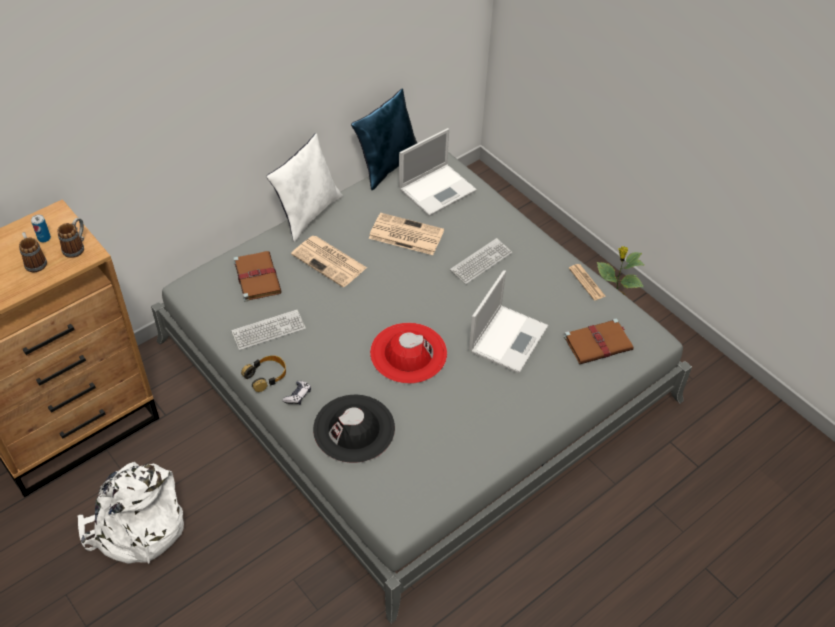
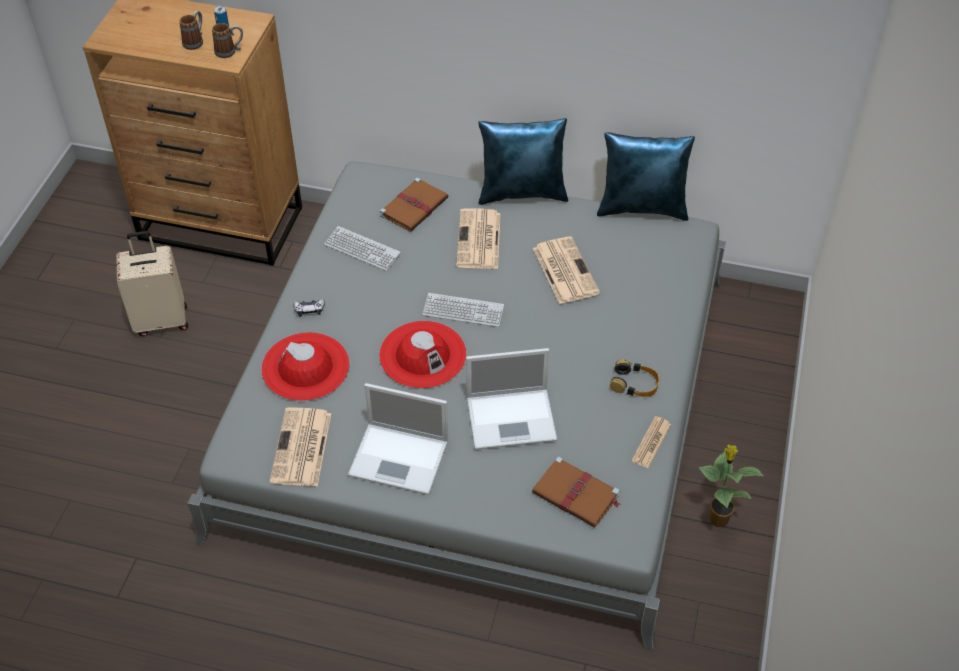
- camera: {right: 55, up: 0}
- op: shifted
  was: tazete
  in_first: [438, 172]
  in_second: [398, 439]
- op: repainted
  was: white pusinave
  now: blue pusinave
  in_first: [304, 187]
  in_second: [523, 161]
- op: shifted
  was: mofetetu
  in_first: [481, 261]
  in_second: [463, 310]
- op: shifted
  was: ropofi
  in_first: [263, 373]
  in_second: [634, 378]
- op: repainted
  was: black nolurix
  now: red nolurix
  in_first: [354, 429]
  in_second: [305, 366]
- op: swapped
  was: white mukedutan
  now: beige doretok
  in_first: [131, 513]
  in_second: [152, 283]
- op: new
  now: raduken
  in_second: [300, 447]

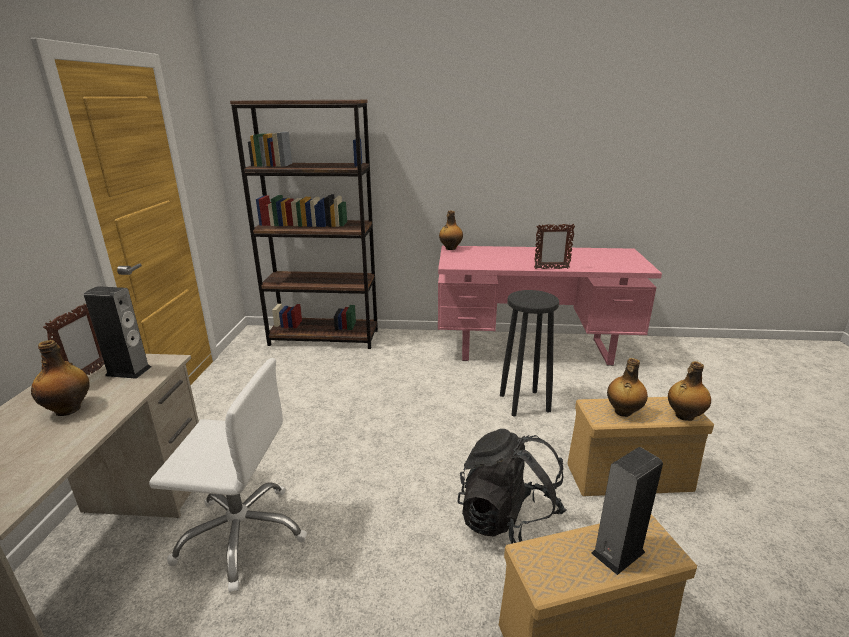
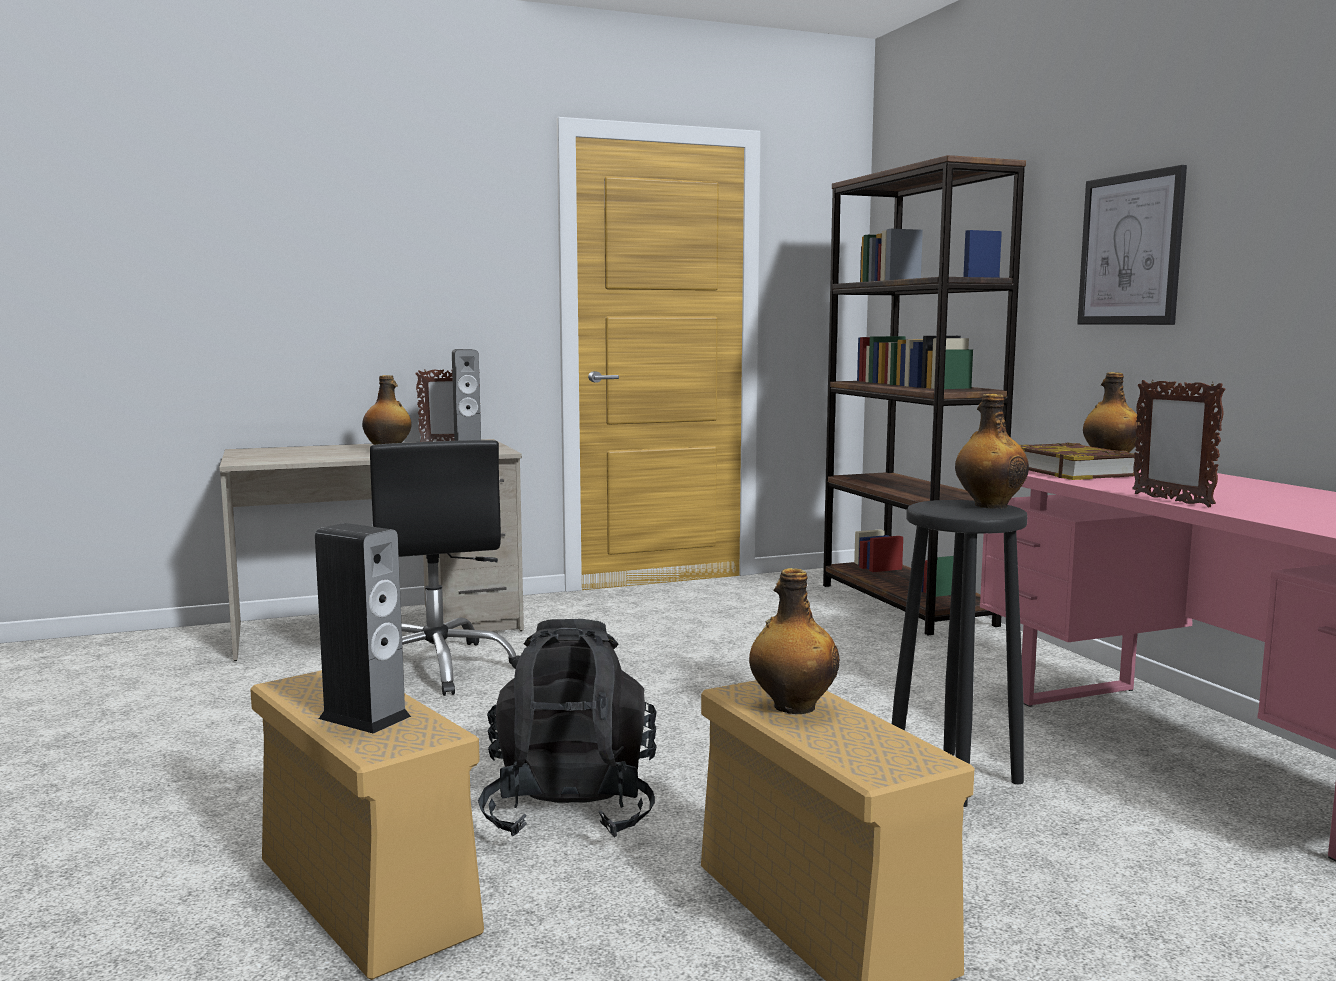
- camera: {right: 65, up: -15}
- op: repainted
  was: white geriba
  now: black geriba
  in_first: [228, 475]
  in_second: [445, 568]
- op: shifted
  was: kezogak
  in_first: [689, 391]
  in_second: [992, 451]
- op: new
  now: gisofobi
  in_second: [1132, 245]
- op: new
  now: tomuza
  in_second: [1079, 461]

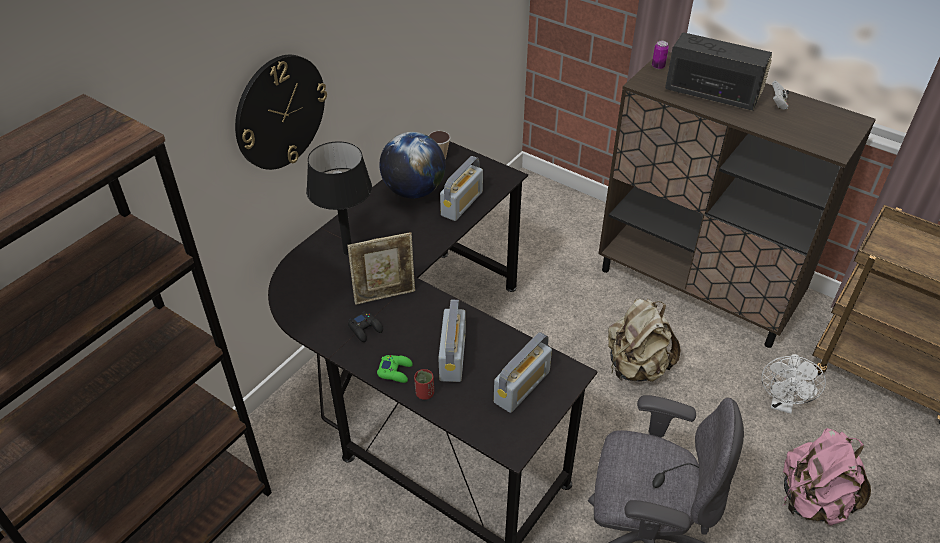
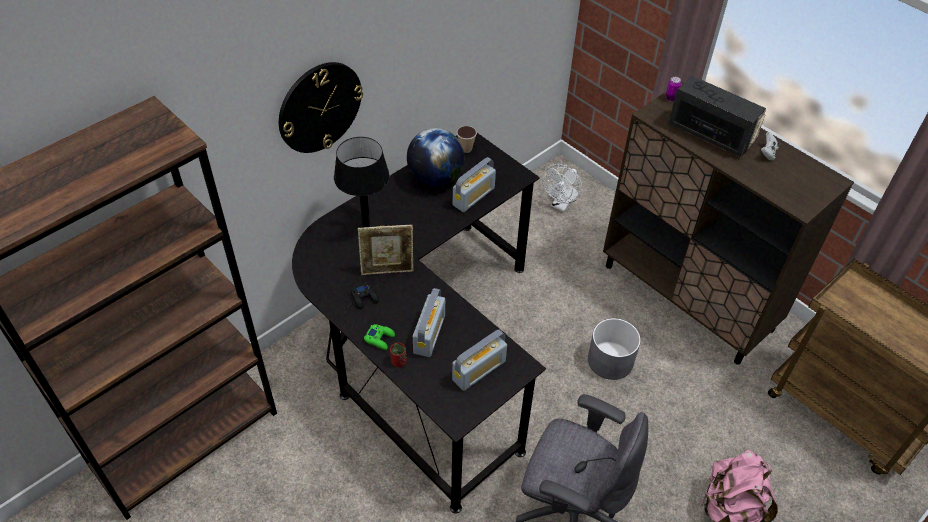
- camera: {right: 10, up: 5}
- op: swapped
  was: beige mukedutan
  now: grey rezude
  in_first: [644, 340]
  in_second: [614, 349]
- op: shifted
  was: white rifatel
  in_first: [793, 384]
  in_second: [562, 188]

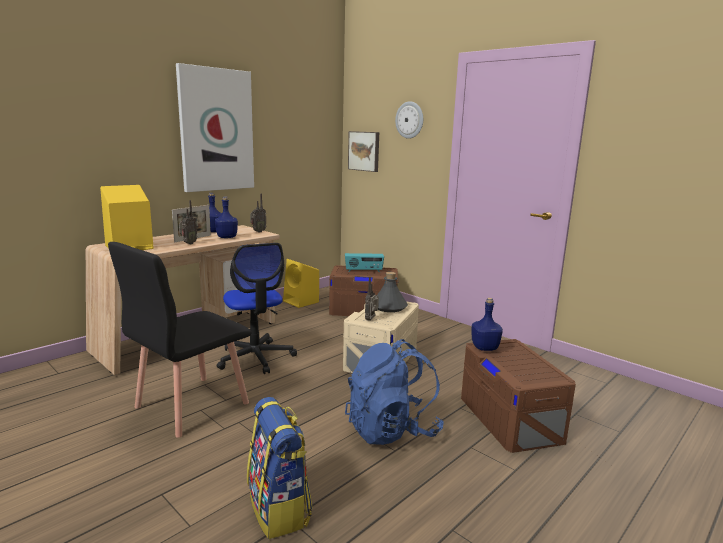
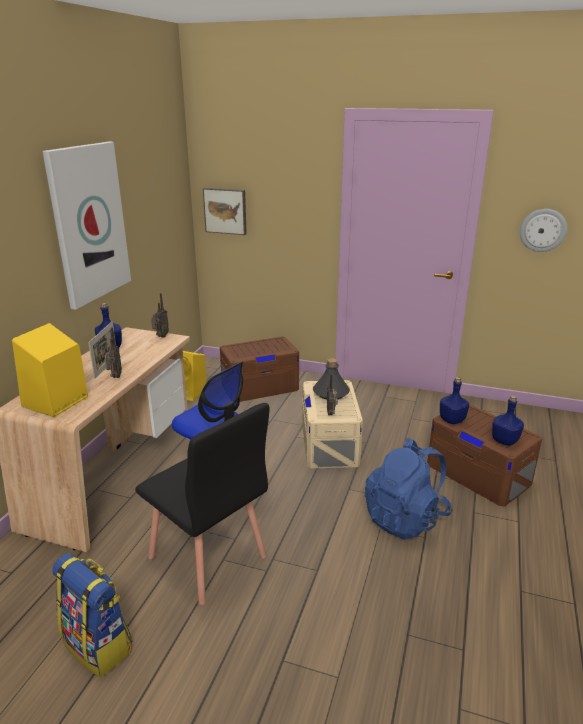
- camera: {right: -25, up: 10}
- op: shifted
  was: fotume
  in_first: [409, 120]
  in_second: [543, 230]
- op: shifted
  was: blue kezogak
  in_first: [226, 217]
  in_second: [508, 421]
- op: rotated
  was: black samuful
  in_first: [180, 340]
  in_second: [202, 504]
  clockwise: -60
- op: gone
  was: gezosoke
  in_first: [364, 262]
- op: shifted
  was: mukedutan
  in_first: [280, 468]
  in_second: [92, 615]

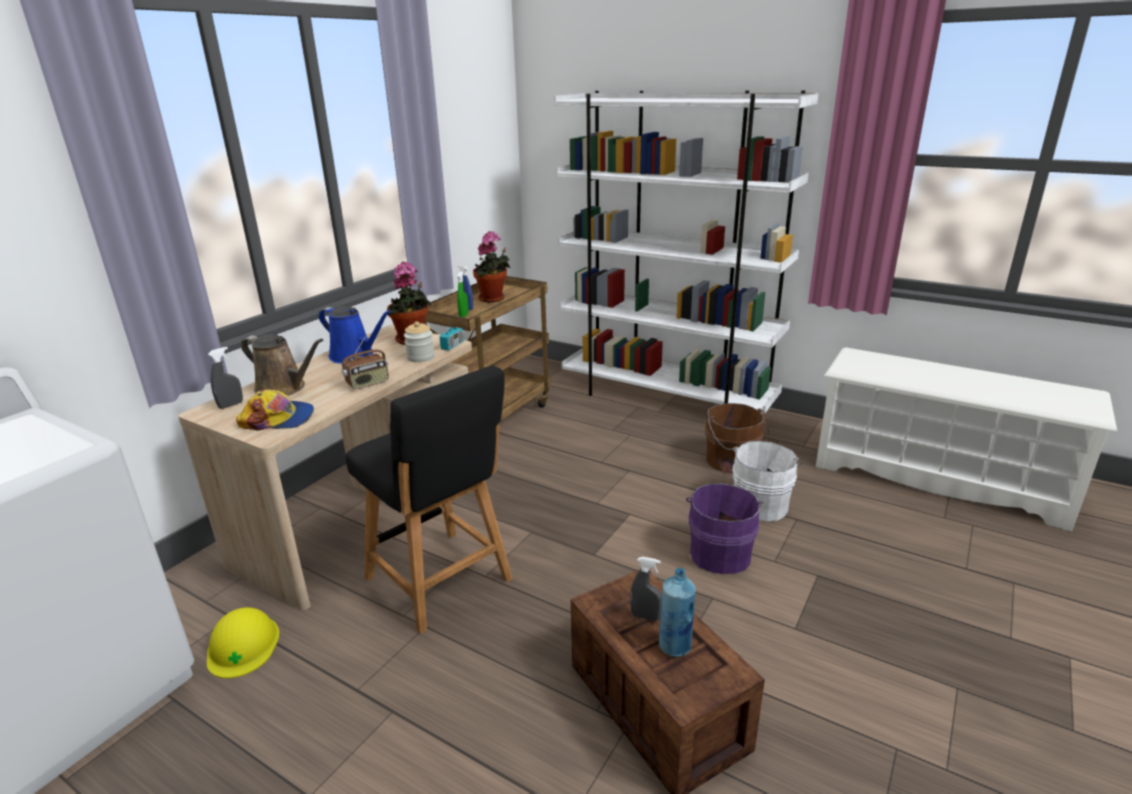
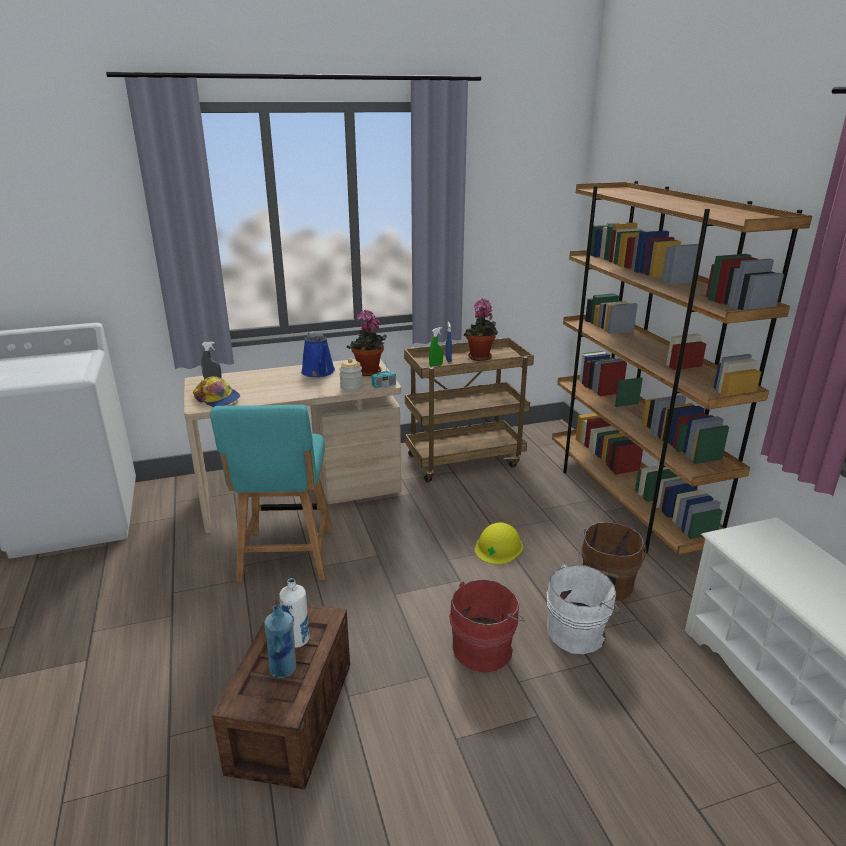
- camera: {right: 40, up: 0}
- op: repainted
  was: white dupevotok
  now: brown dupevotok
  in_first: [686, 252]
  in_second: [682, 368]
- op: gone
  was: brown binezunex
  in_first: [282, 365]
- op: gone
  was: gezosoke
  in_first: [365, 363]
- op: repainted
  was: black samuful
  now: turquoise samuful
  in_first: [429, 500]
  in_second: [271, 493]
- op: repainted
  was: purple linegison
  now: red linegison
  in_first: [725, 529]
  in_second: [487, 626]
- op: swapped
  was: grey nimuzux
  now: white kezogak
  in_first: [646, 589]
  in_second: [294, 613]
- op: shifted
  was: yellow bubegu
  in_first: [243, 642]
  in_second: [499, 543]

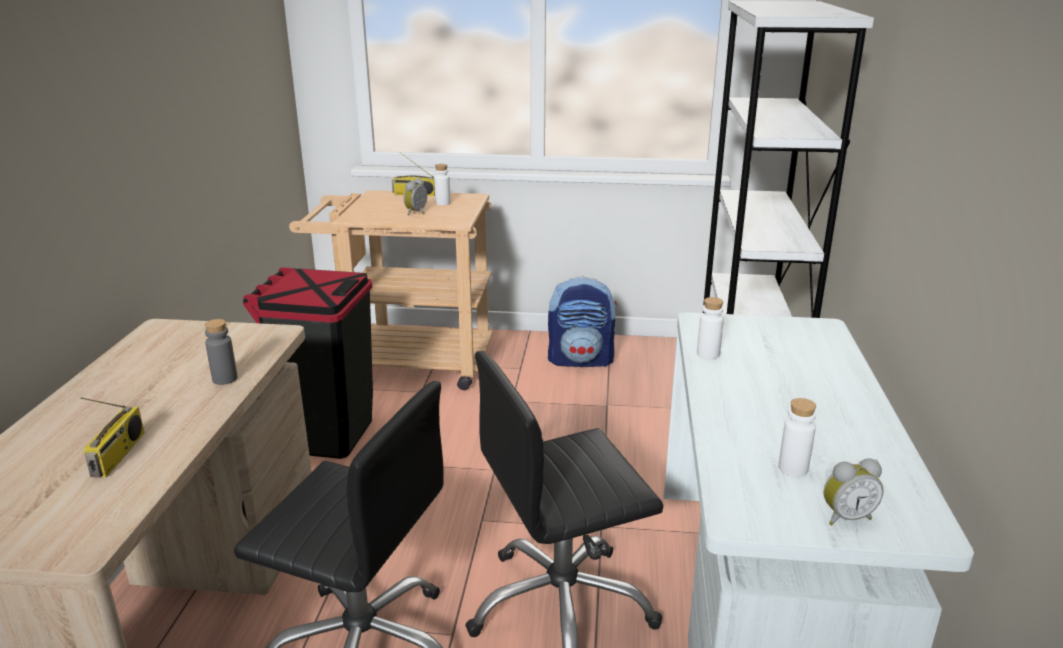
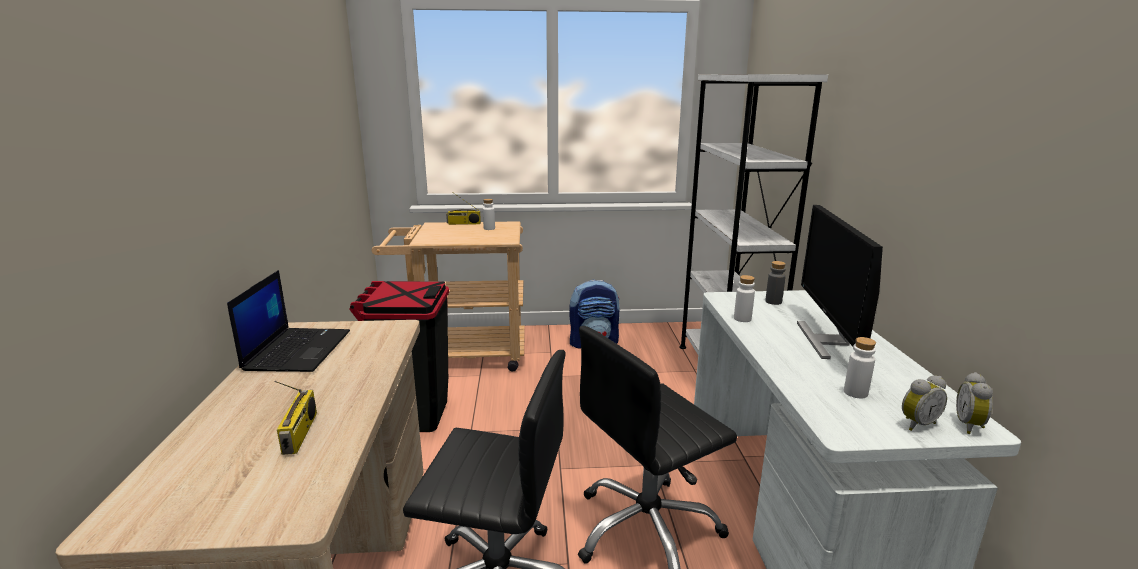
- camera: {right: -10, up: -5}
- op: shifted
  was: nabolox
  in_first: [415, 196]
  in_second: [974, 403]
- op: shifted
  was: grey kezogak
  in_first: [221, 352]
  in_second: [775, 283]
- op: new
  now: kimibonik
  in_second: [840, 282]
- op: new
  now: tazete
  in_second: [288, 321]

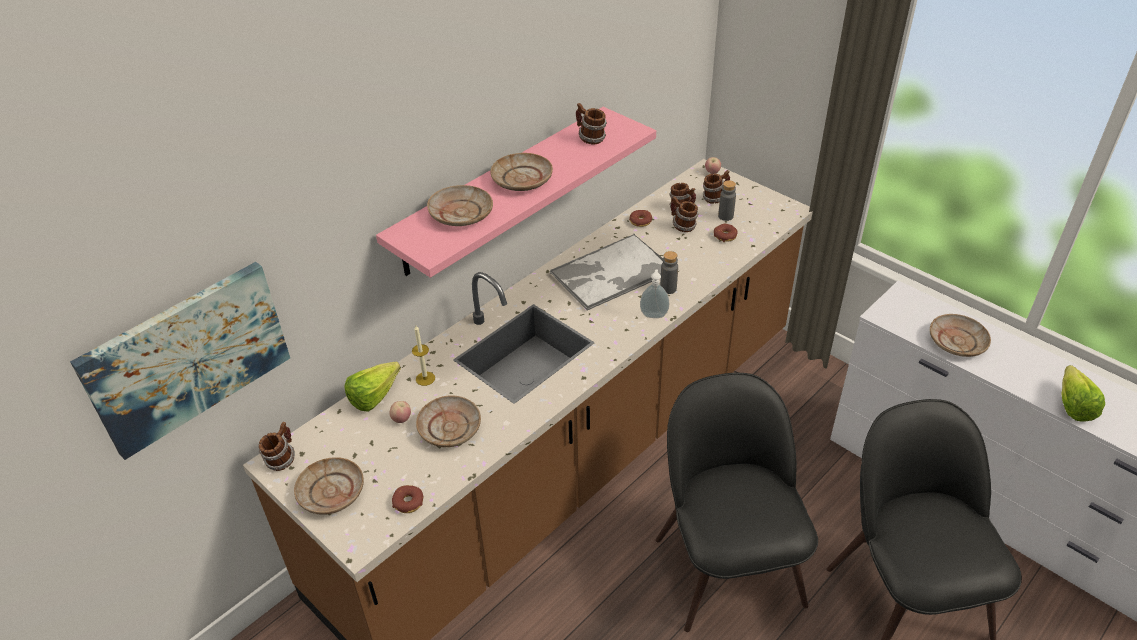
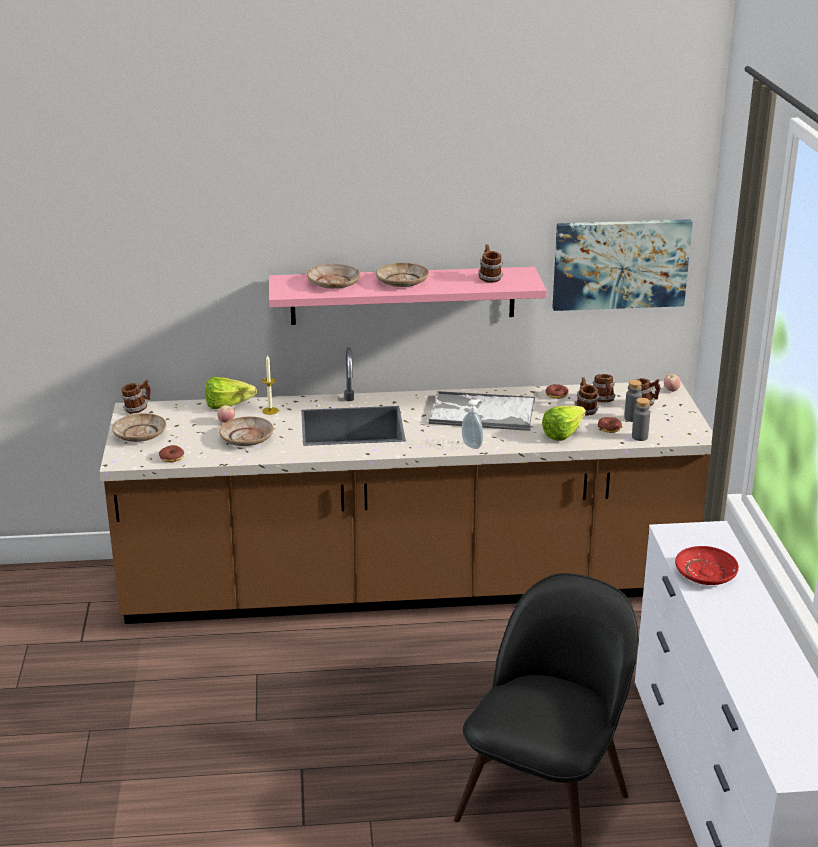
- camera: {right: 40, up: -15}
- op: shifted
  was: grey kezogak
  in_first: [669, 272]
  in_second: [641, 419]
- op: shifted
  was: gisofobi
  in_first: [180, 361]
  in_second: [622, 265]
- op: repainted
  was: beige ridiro
  now: red ridiro
  in_first: [960, 335]
  in_second: [707, 565]
- op: shifted
  was: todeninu
  in_first: [1083, 393]
  in_second: [564, 423]
- op: gone
  was: black samuful
  in_first: [736, 502]

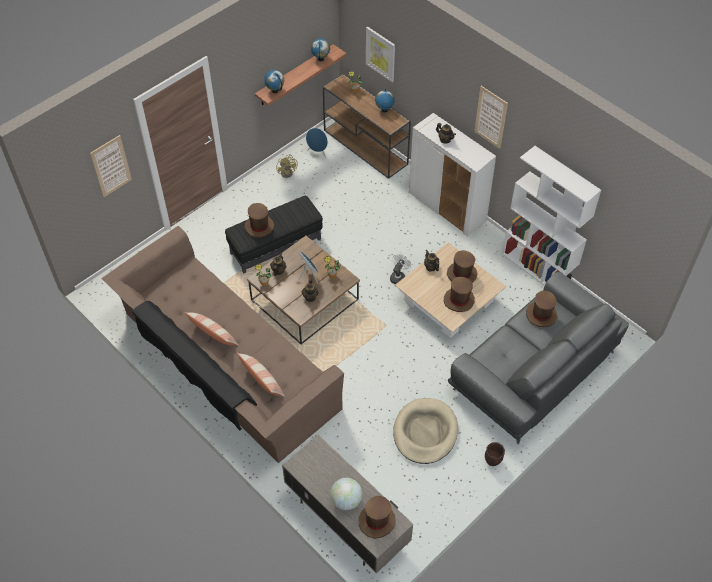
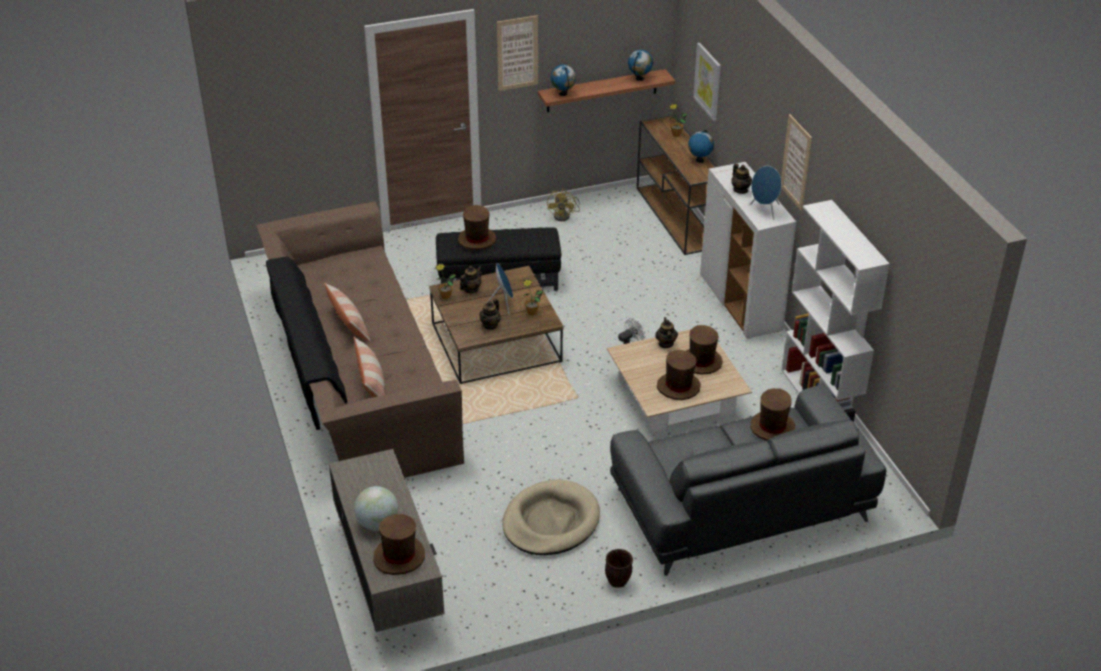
- camera: {right: 25, up: -15}
- op: shifted
  was: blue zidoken
  in_first: [317, 143]
  in_second: [765, 193]
- op: shifted
  was: gisofobi
  in_first: [111, 166]
  in_second: [517, 53]

